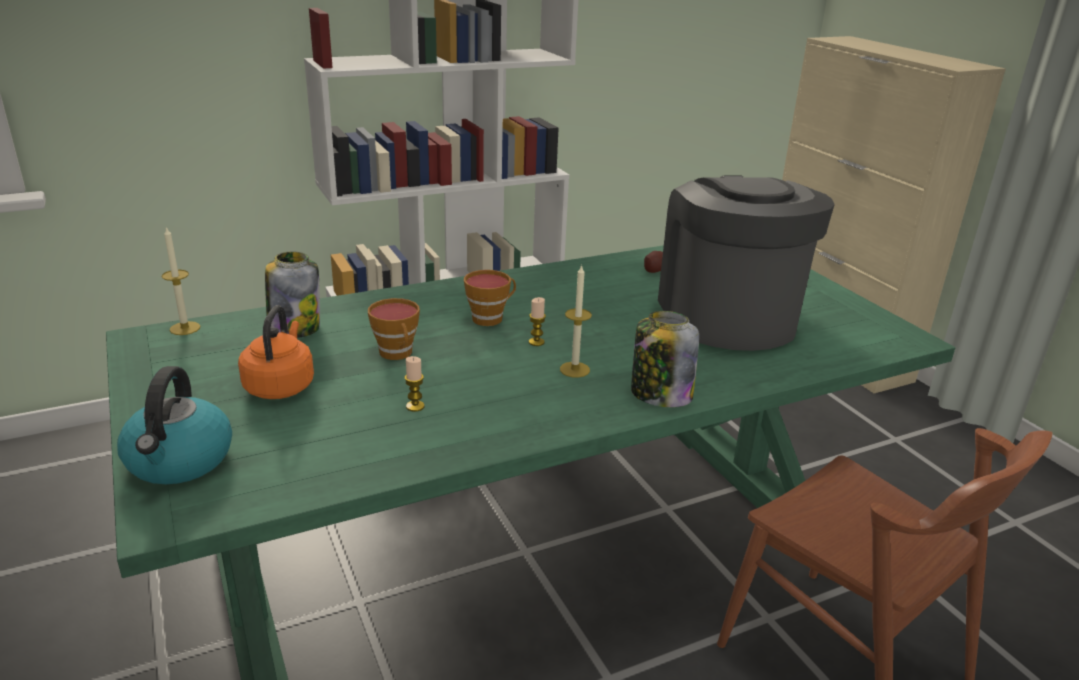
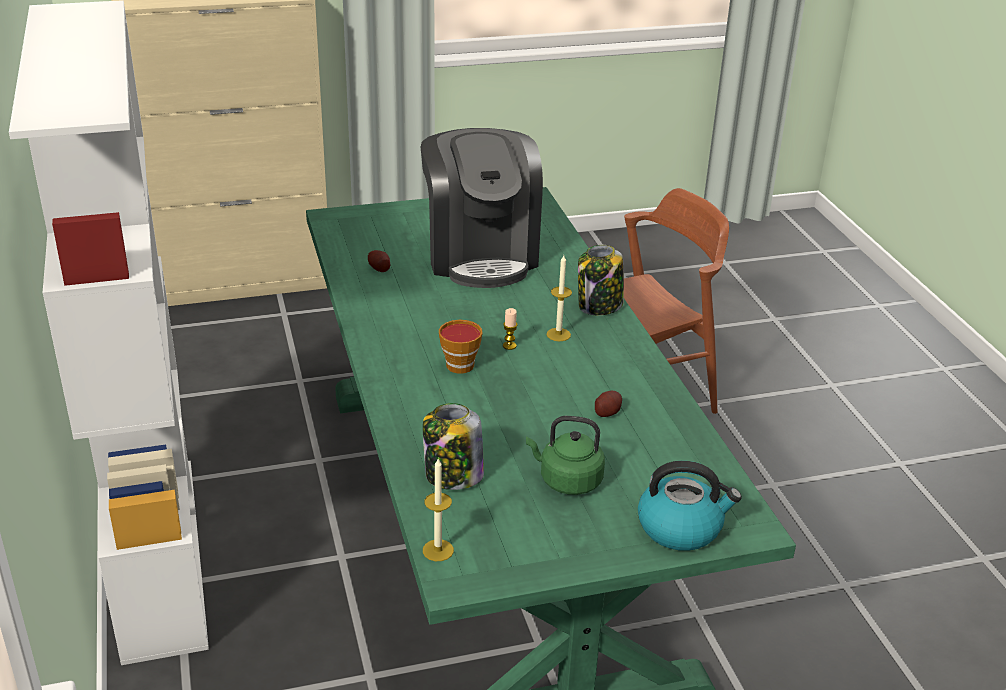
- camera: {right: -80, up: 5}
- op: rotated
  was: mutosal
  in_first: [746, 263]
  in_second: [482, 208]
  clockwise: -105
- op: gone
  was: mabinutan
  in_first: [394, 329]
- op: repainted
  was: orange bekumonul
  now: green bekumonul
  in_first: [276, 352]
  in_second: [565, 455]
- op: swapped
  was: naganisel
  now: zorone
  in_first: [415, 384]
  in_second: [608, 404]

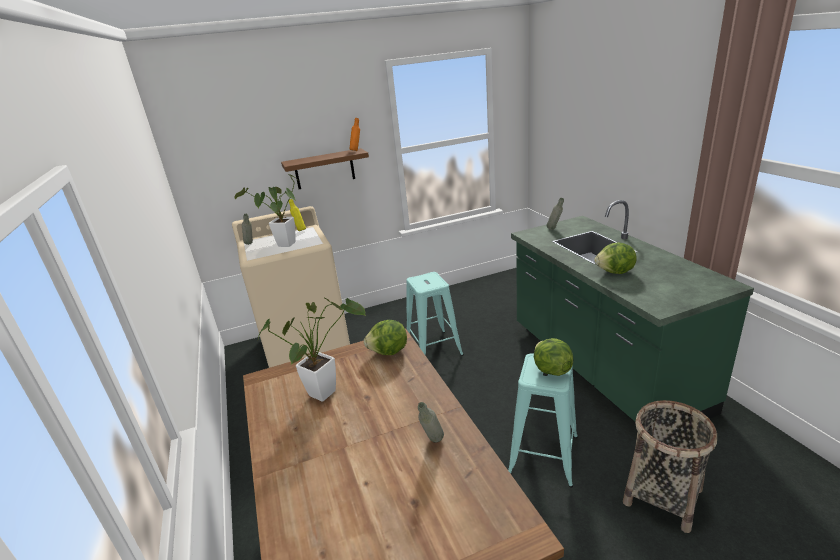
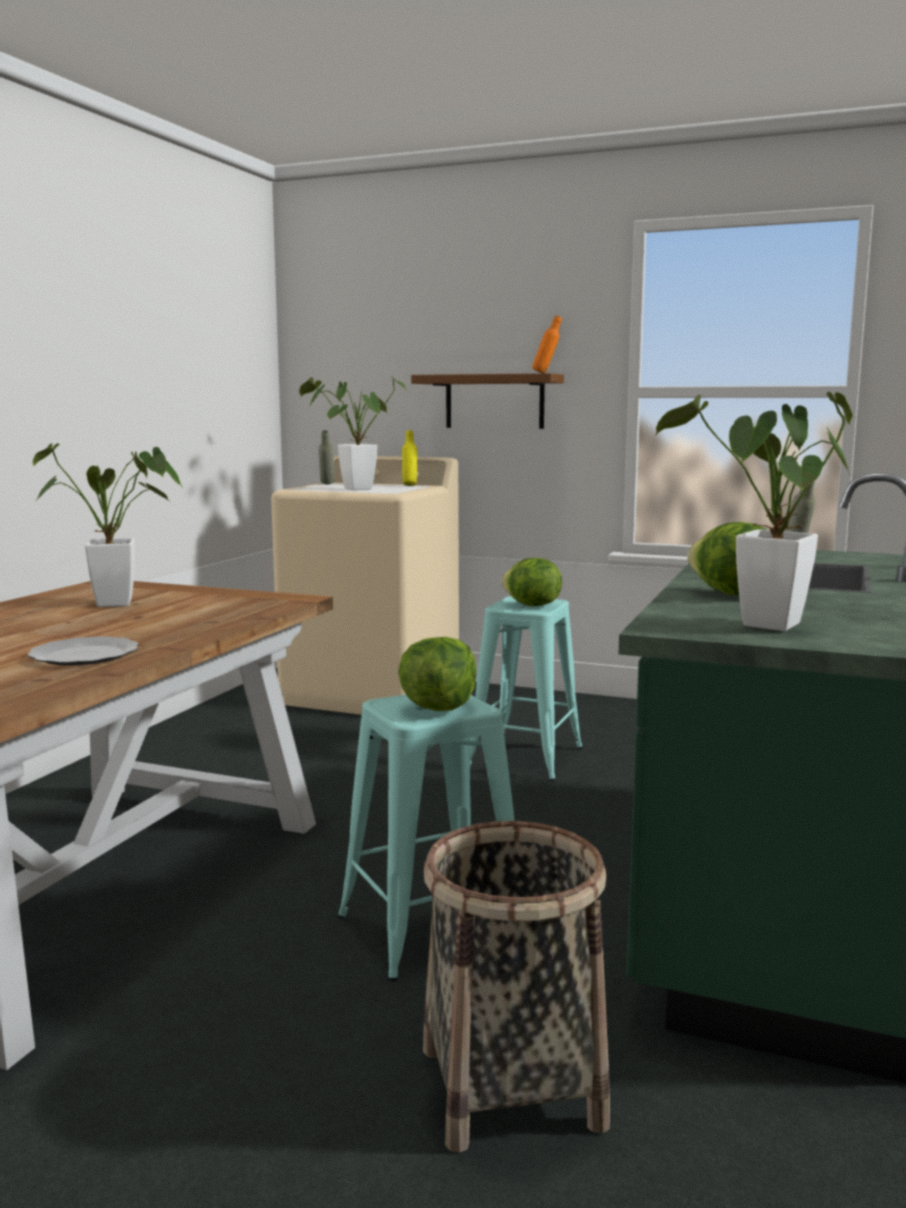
- camera: {right: 40, up: -15}
- op: shifted
  was: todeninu
  in_first: [385, 337]
  in_second: [531, 582]
- op: swapped
  was: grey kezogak
  now: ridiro
  in_first: [431, 422]
  in_second: [82, 651]
- op: new
  now: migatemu
  in_second: [754, 511]

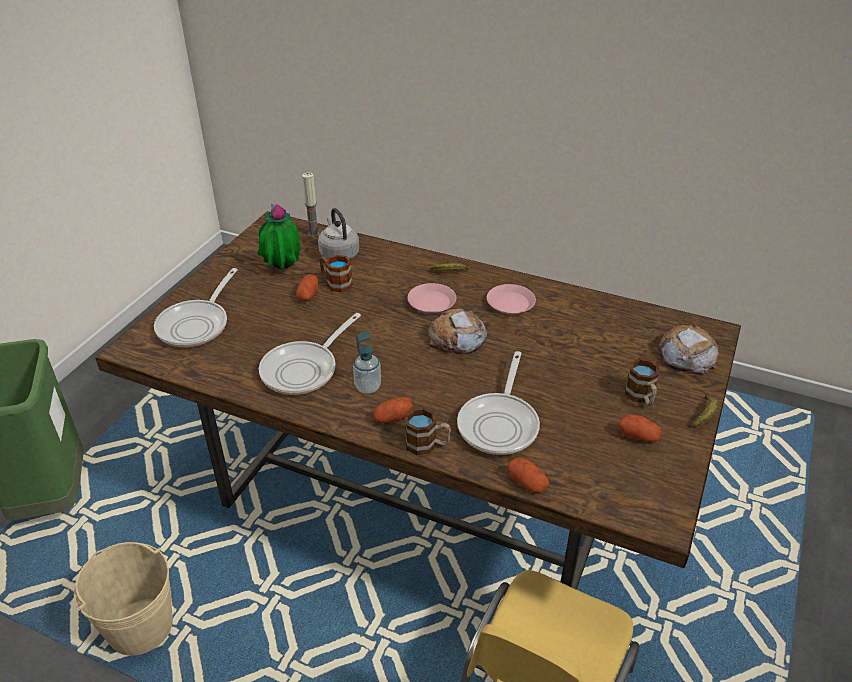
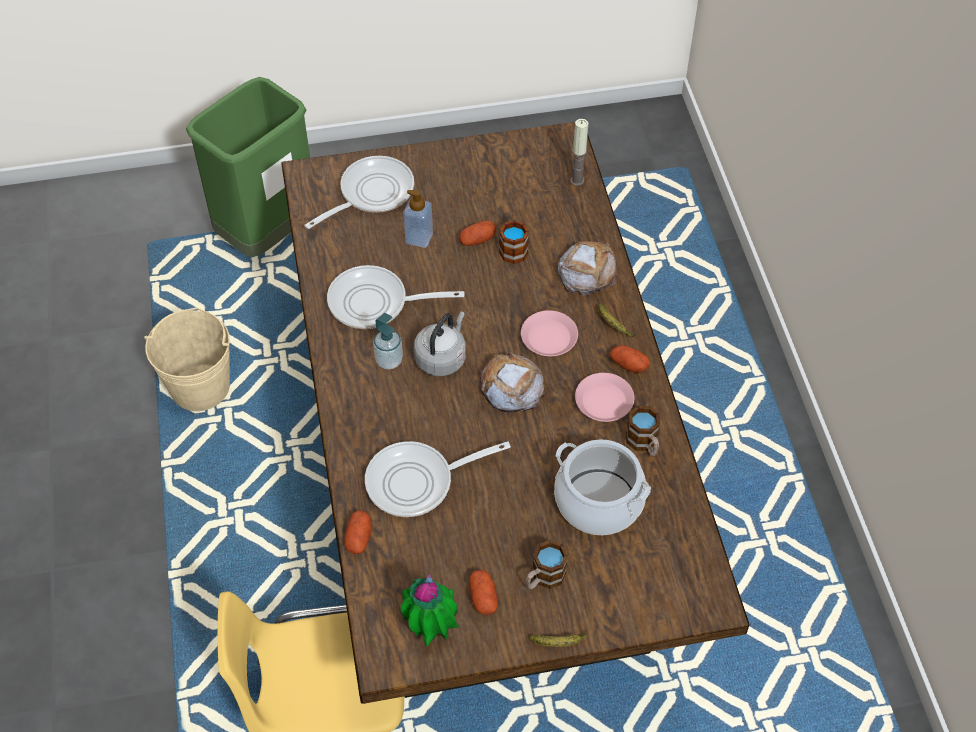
- camera: {right: 55, up: 15}
- op: shifted
  was: migatemu
  in_first: [279, 236]
  in_second: [430, 610]
- op: shifted
  was: grey bekumonul
  in_first: [338, 233]
  in_second: [440, 344]
- op: rotated
  was: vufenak
  in_first: [196, 307]
  in_second: [359, 192]
  clockwise: 150
- op: shifted
  was: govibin
  in_first: [688, 349]
  in_second: [587, 268]
- op: shifted
  was: zorone
  in_first: [393, 410]
  in_second: [630, 359]
- op: shifted
  was: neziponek
  in_first: [428, 431]
  in_second: [643, 431]
- op: new
  now: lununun
  in_second: [418, 219]
- op: new
  now: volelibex
  in_second: [602, 487]

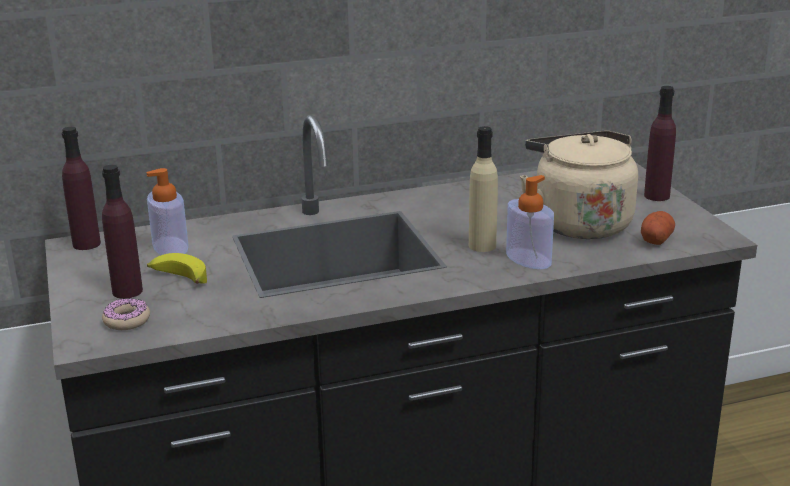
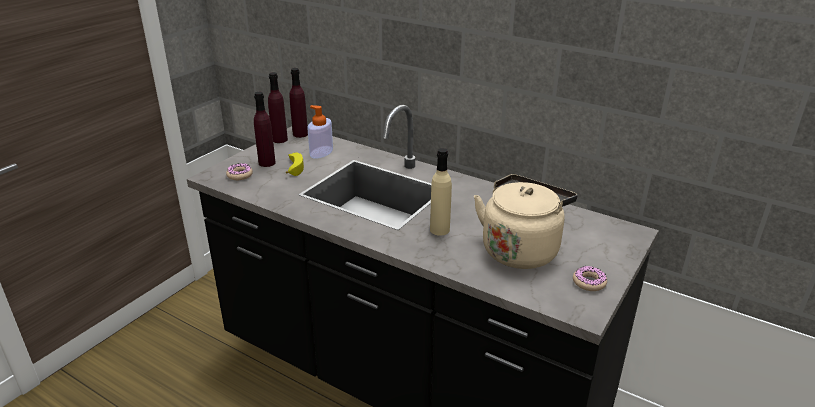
- camera: {right: 50, up: 5}
- op: shifted
  was: purple kezogak
  in_first: [660, 143]
  in_second: [278, 107]
- op: gone
  was: lununun
  in_first: [530, 222]
- op: gone
  was: zorone
  in_first: [658, 228]
- op: new
  now: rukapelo
  in_second: [590, 278]

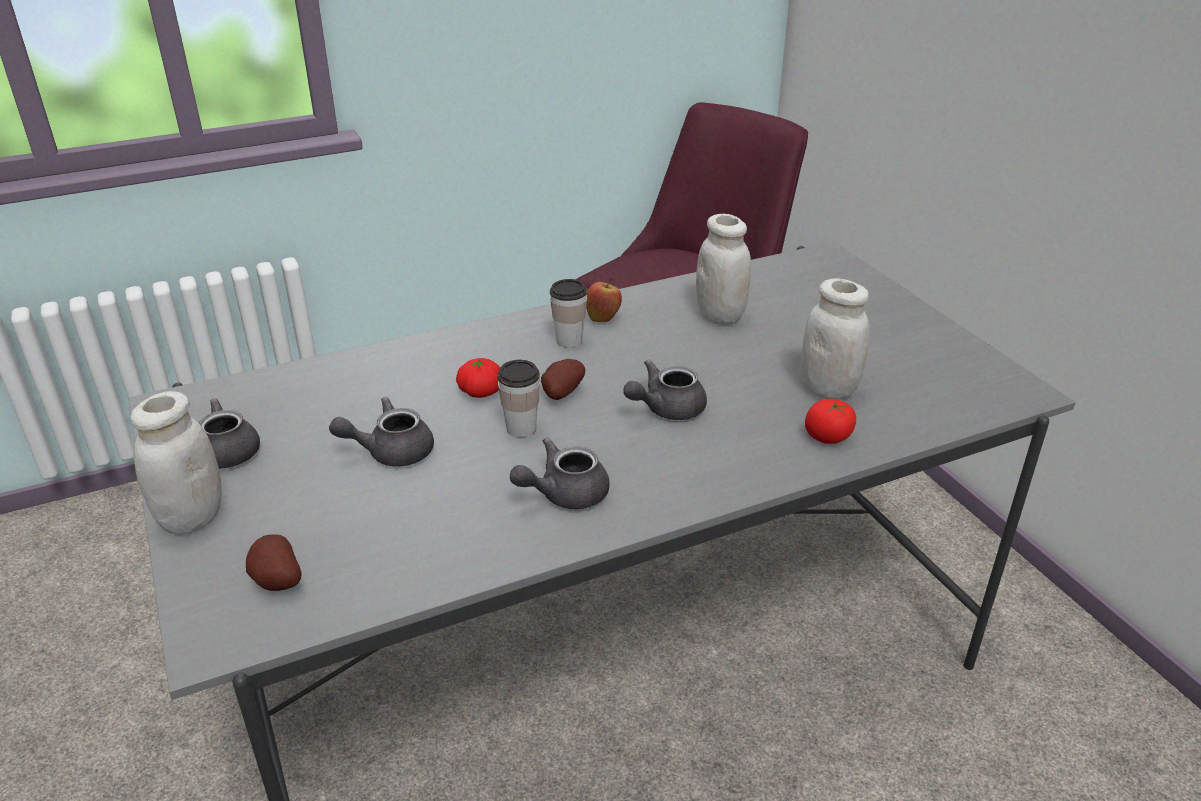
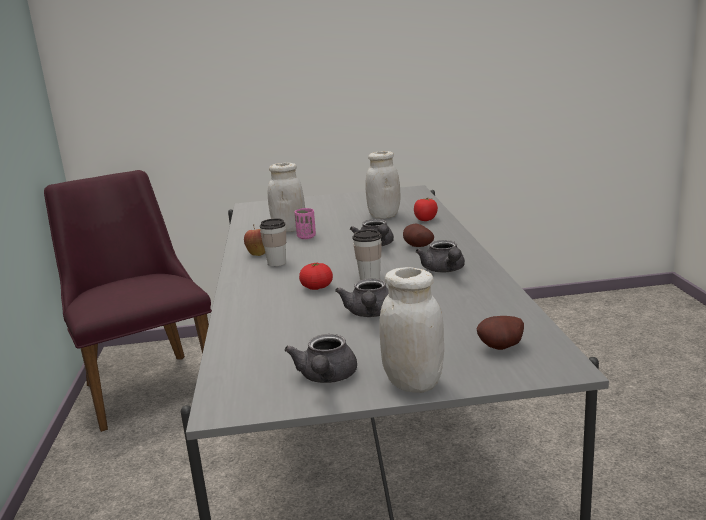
- camera: {right: -70, up: -15}
- op: shifted
  was: zorone
  in_first: [563, 379]
  in_second: [418, 235]
- op: new
  now: pink mabinutan
  in_second: [305, 223]

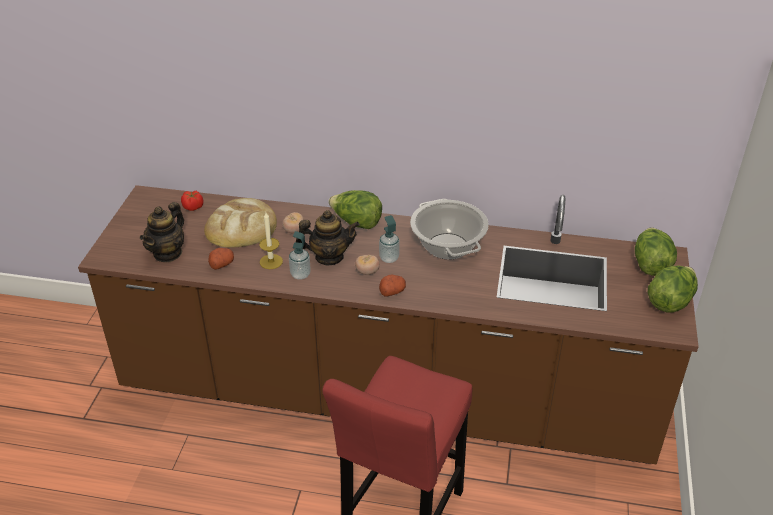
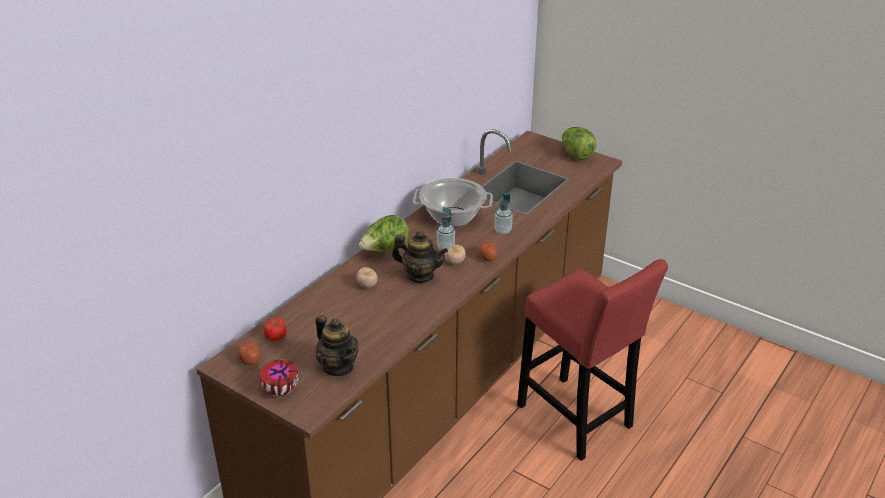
- camera: {right: -65, up: -5}
- op: gone
  was: govibin
  in_first: [240, 223]
- op: rotated
  was: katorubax
  in_first: [328, 237]
  in_second: [420, 257]
  clockwise: 90
- op: gone
  was: naganisel
  in_first: [271, 240]
- op: gone
  was: todeninu
  in_first: [656, 251]
- op: shifted
  was: lununun
  in_first: [300, 255]
  in_second: [503, 213]
- op: shifted
  was: zorone
  in_first: [221, 259]
  in_second: [248, 353]
- op: new
  now: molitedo
  in_second: [279, 378]

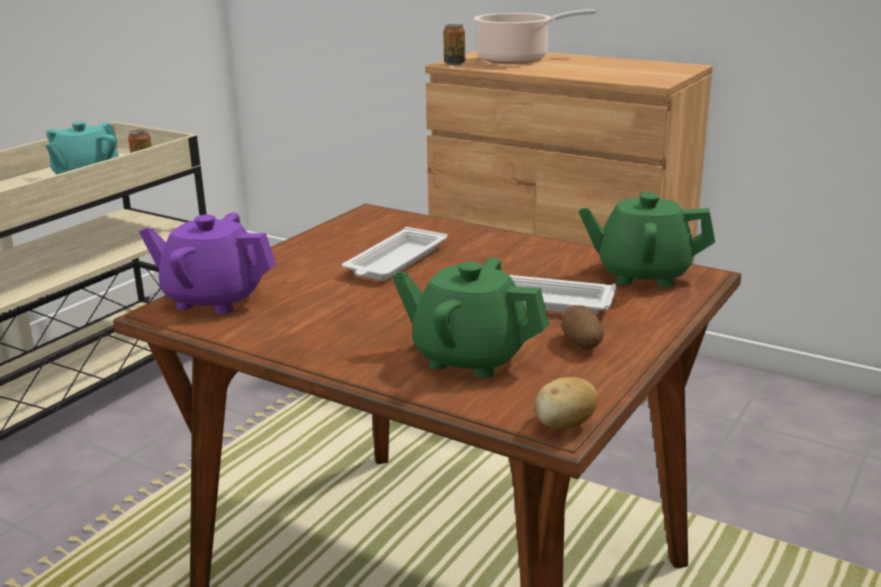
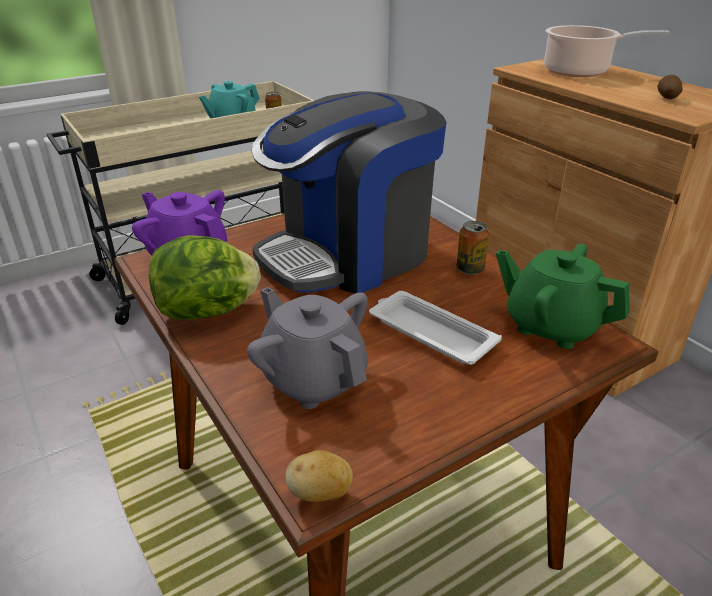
- camera: {right: 25, up: 10}
- op: shifted
  was: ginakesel
  in_first: [454, 44]
  in_second: [473, 248]
- op: swapped
  was: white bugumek
  now: mutosal
  in_first: [394, 254]
  in_second: [349, 192]
- op: repainted
  was: green katorubax
  now: grey katorubax
  in_first: [470, 317]
  in_second: [307, 348]
- op: shifted
  was: zorone
  in_first: [582, 327]
  in_second: [670, 87]
- op: new
  now: todeninu
  in_second: [204, 277]

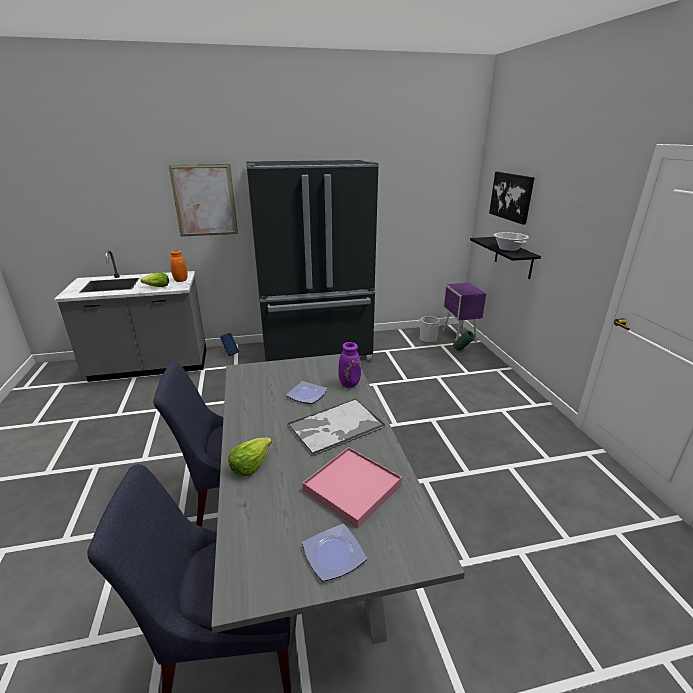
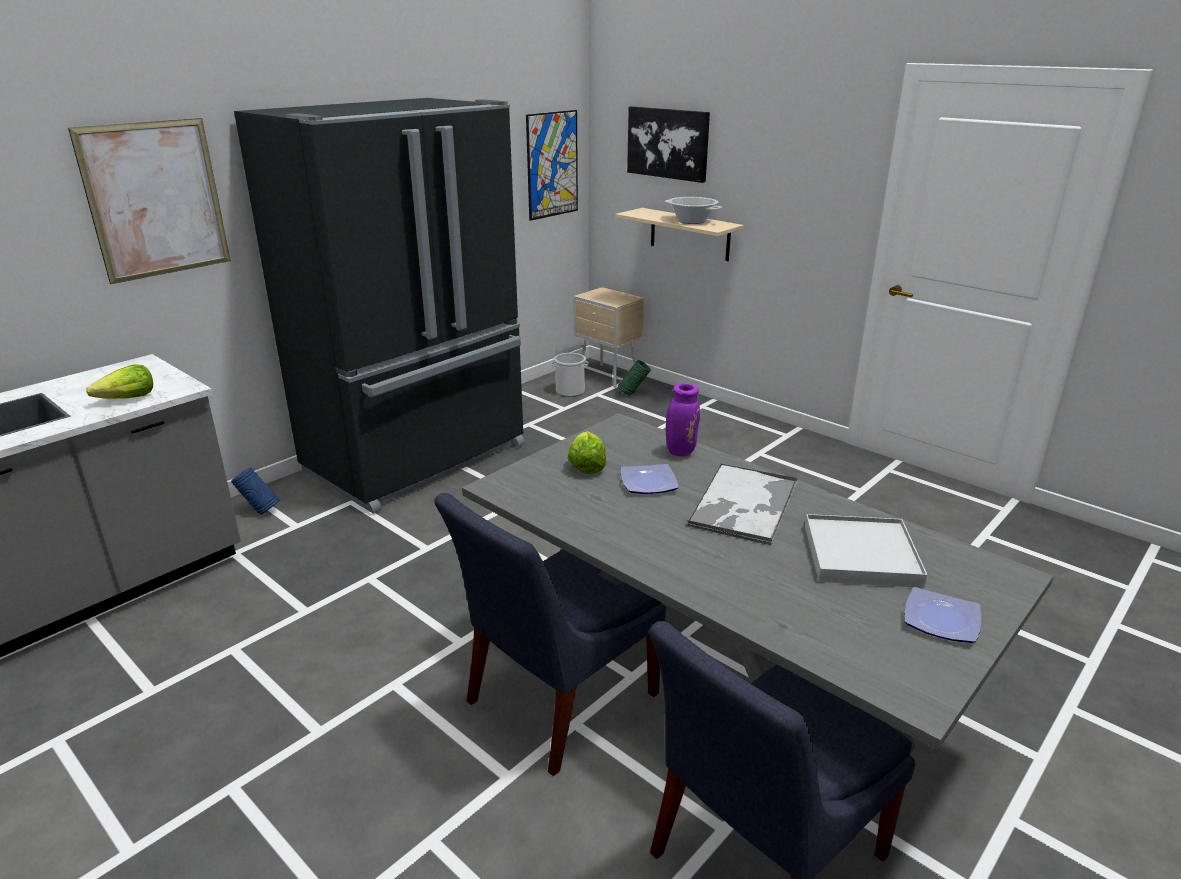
- camera: {right: -35, up: 0}
- op: repainted
  was: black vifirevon
  now: beige vifirevon
  in_first: [505, 258]
  in_second: [679, 234]
- op: gone
  was: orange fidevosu
  in_first: [179, 266]
- op: repainted
  was: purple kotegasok
  now: beige kotegasok
  in_first: [464, 312]
  in_second: [609, 337]
- op: shifted
  was: todeninu
  in_first: [250, 457]
  in_second: [587, 452]
- op: repainted
  was: pink bugumek
  now: white bugumek
  in_first: [352, 488]
  in_second: [866, 551]
- op: new
  now: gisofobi
  in_second: [552, 165]

